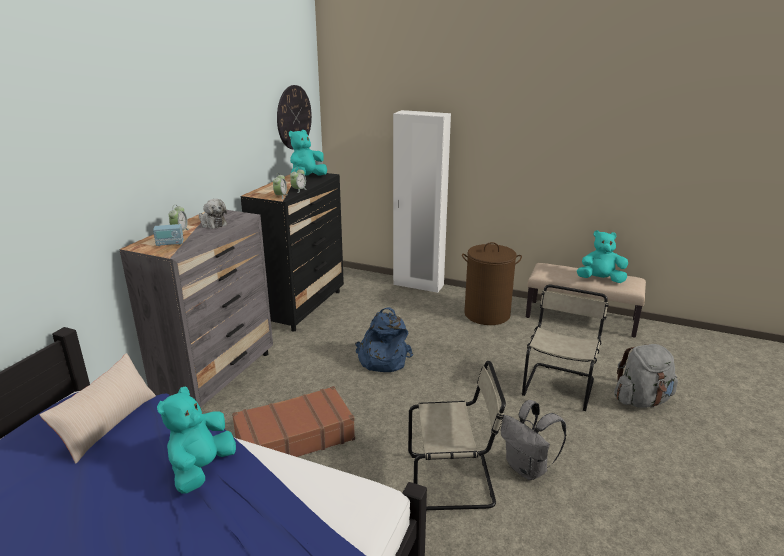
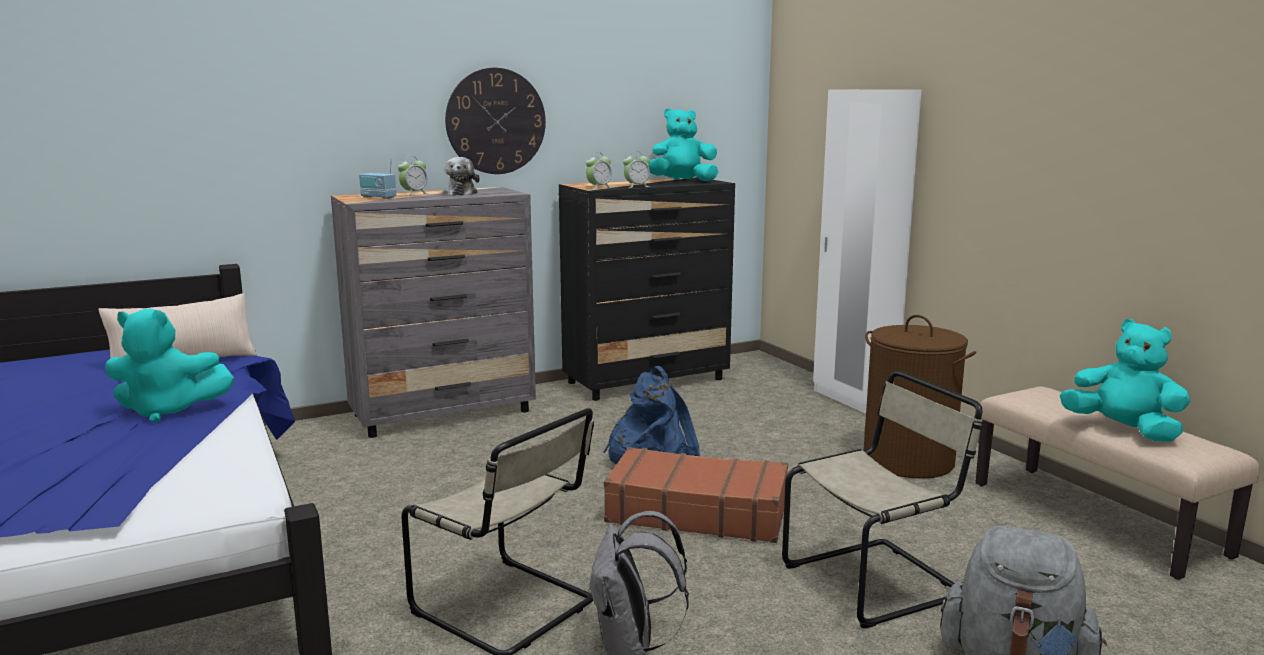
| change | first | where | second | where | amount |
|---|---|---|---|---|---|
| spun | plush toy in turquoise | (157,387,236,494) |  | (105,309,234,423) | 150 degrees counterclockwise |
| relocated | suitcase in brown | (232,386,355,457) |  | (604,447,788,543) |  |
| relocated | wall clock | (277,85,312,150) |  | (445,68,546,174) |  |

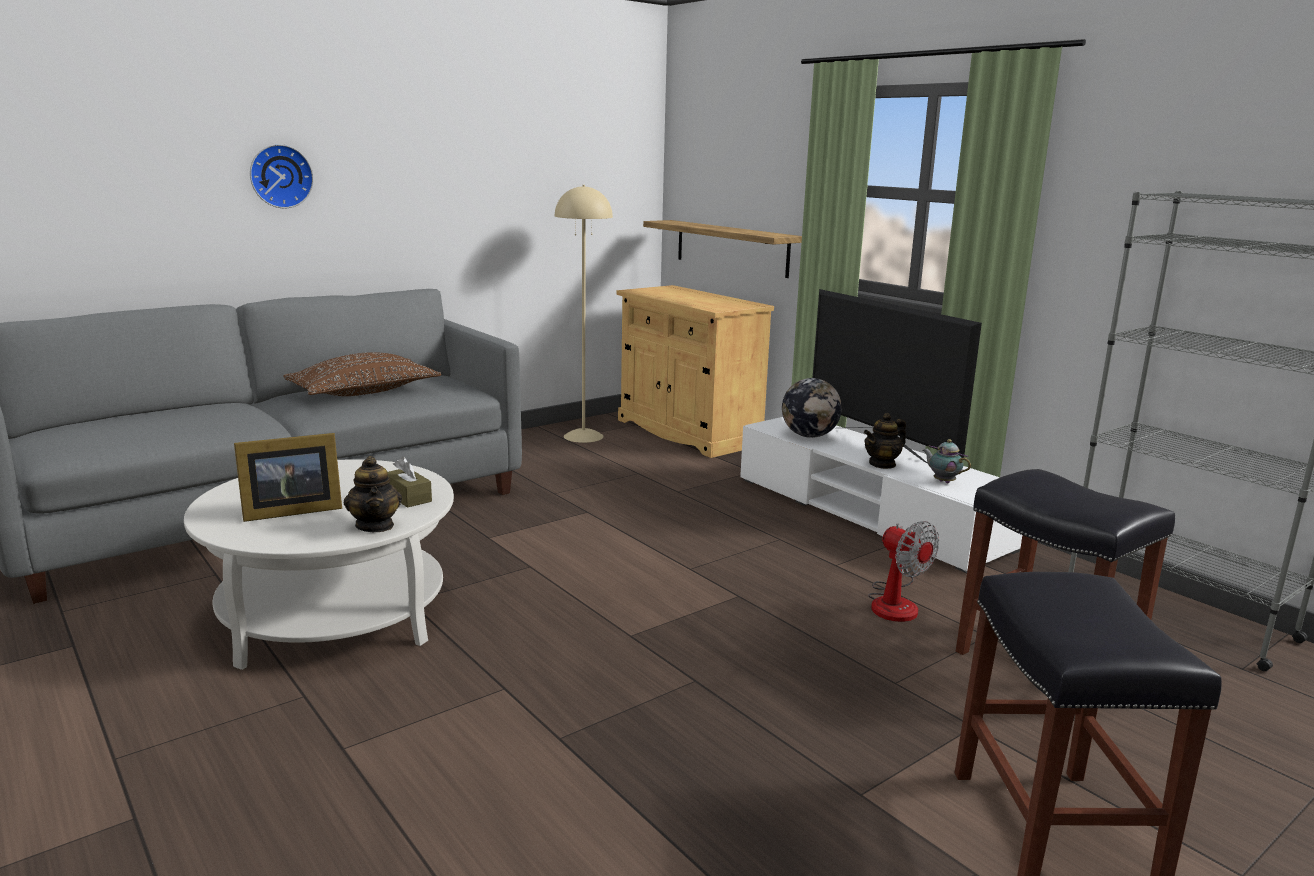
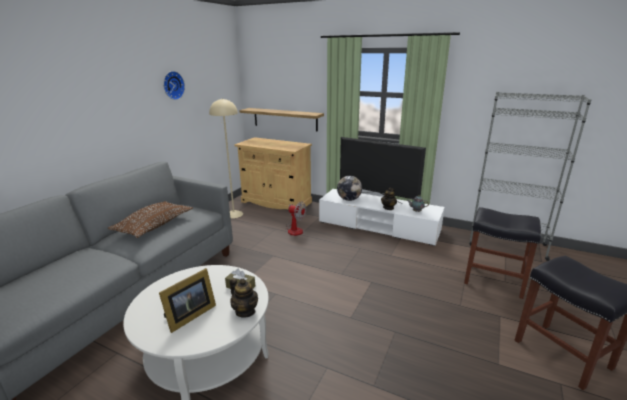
| change | first | where | second | where | amount |
|---|---|---|---|---|---|
| relocated | wall clock | (250,144,314,208) |  | (163,71,185,100) |  |
| relocated | fan | (868,521,939,622) |  | (286,202,306,236) |  |

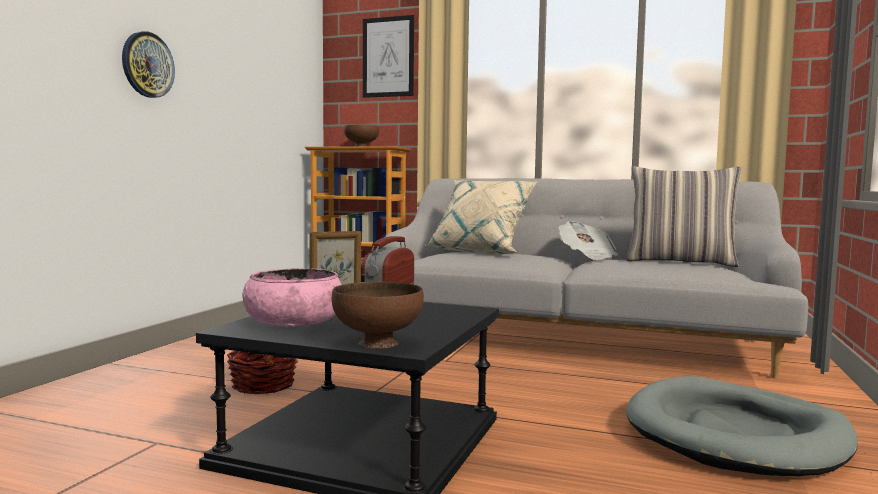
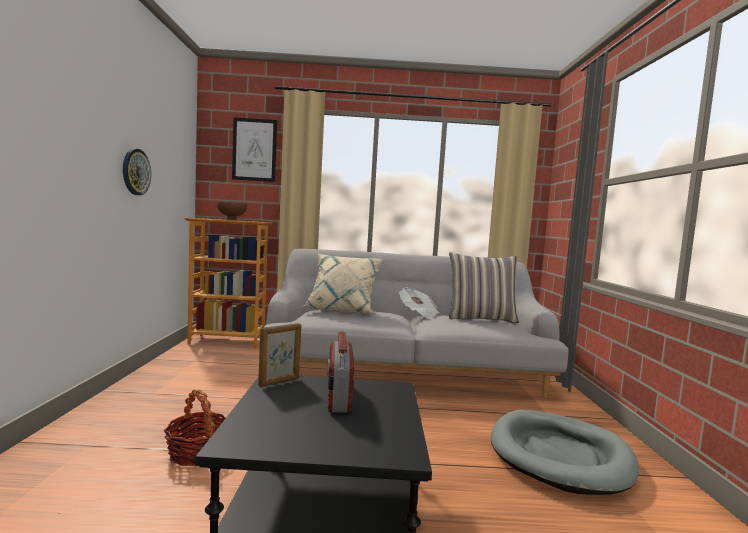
| change | first | where | second | where | amount |
|---|---|---|---|---|---|
| relocated | wall clock | (122,31,175,98) |  | (123,149,151,195) |  |
| missing | bowl in pink | (242,268,342,327) |  |  |  |
| missing | bowl in brown | (332,281,424,349) |  |  |  |

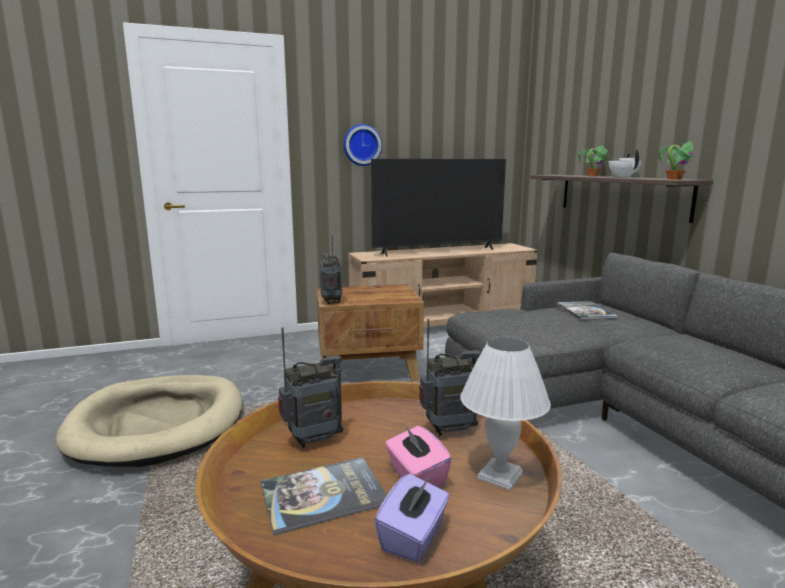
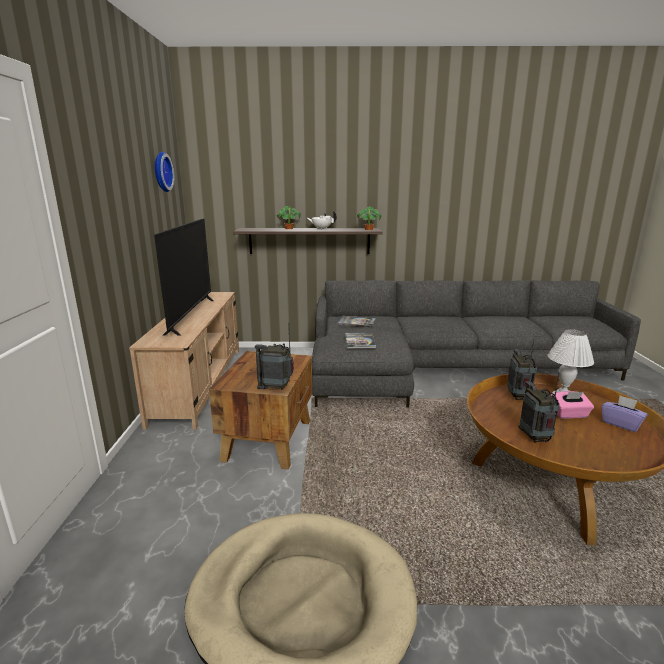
| change | first | where | second | where | amount |
|---|---|---|---|---|---|
| relocated | book | (261,457,387,536) |  | (345,333,376,349) |  |
| relocated | wall clock | (343,124,382,166) |  | (155,152,174,192) |  |

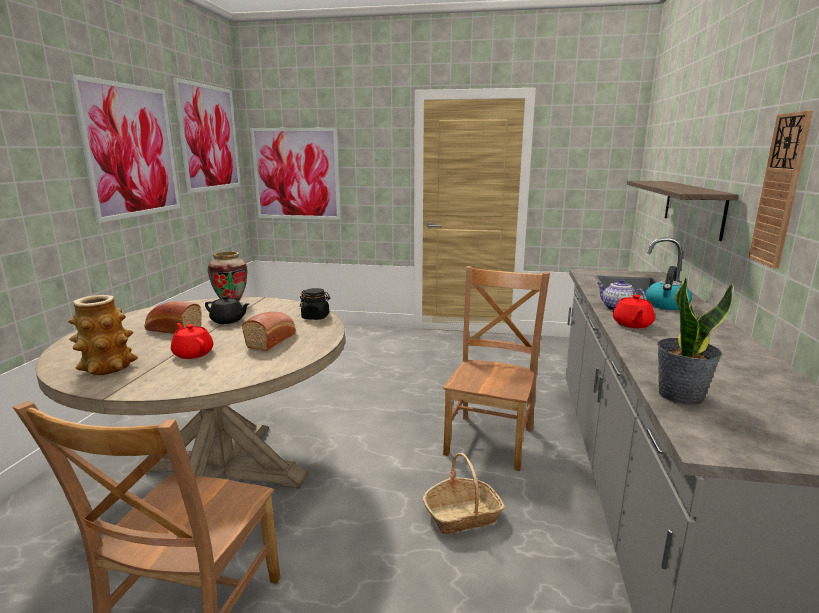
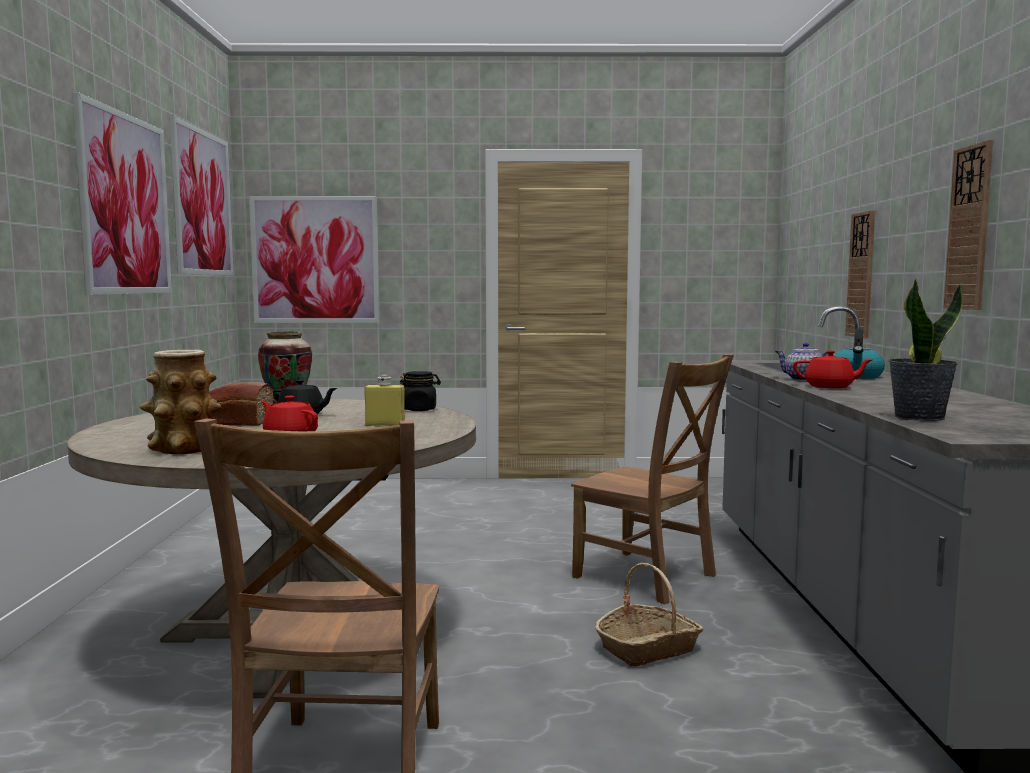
| change | first | where | second | where | amount |
|---|---|---|---|---|---|
| exchanged | bread | (242,312,296,351) | bottle in yellow | (364,375,405,426) |  |
| spun | chair in brown | (443,266,550,471) |  | (571,354,734,605) | 120 degrees clockwise |
| spun | teapot in red | (613,295,655,328) |  | (793,351,873,388) | 75 degrees counterclockwise |
| exchanged | shelf | (627,181,738,241) | wall clock | (845,210,875,338) |  |

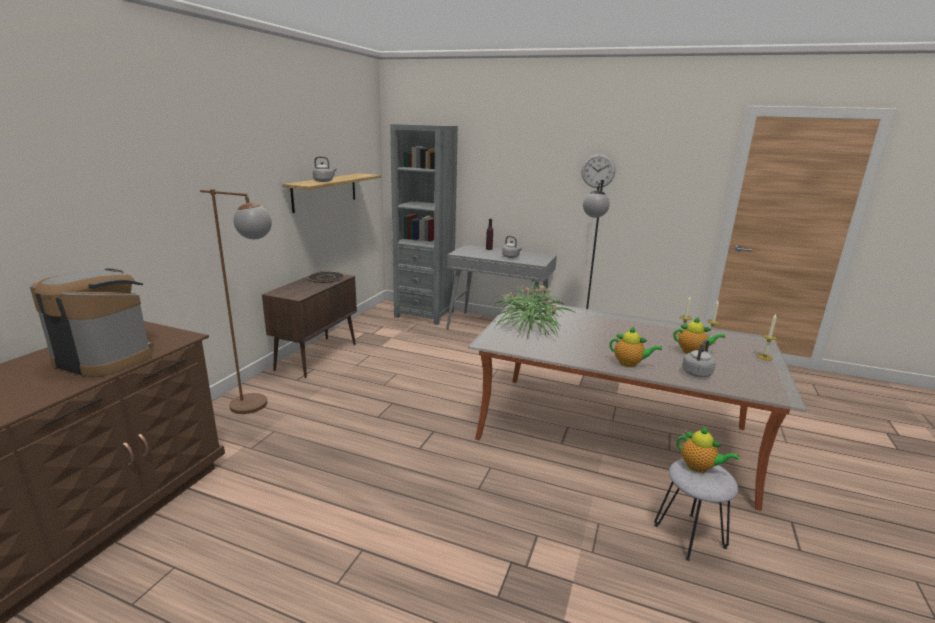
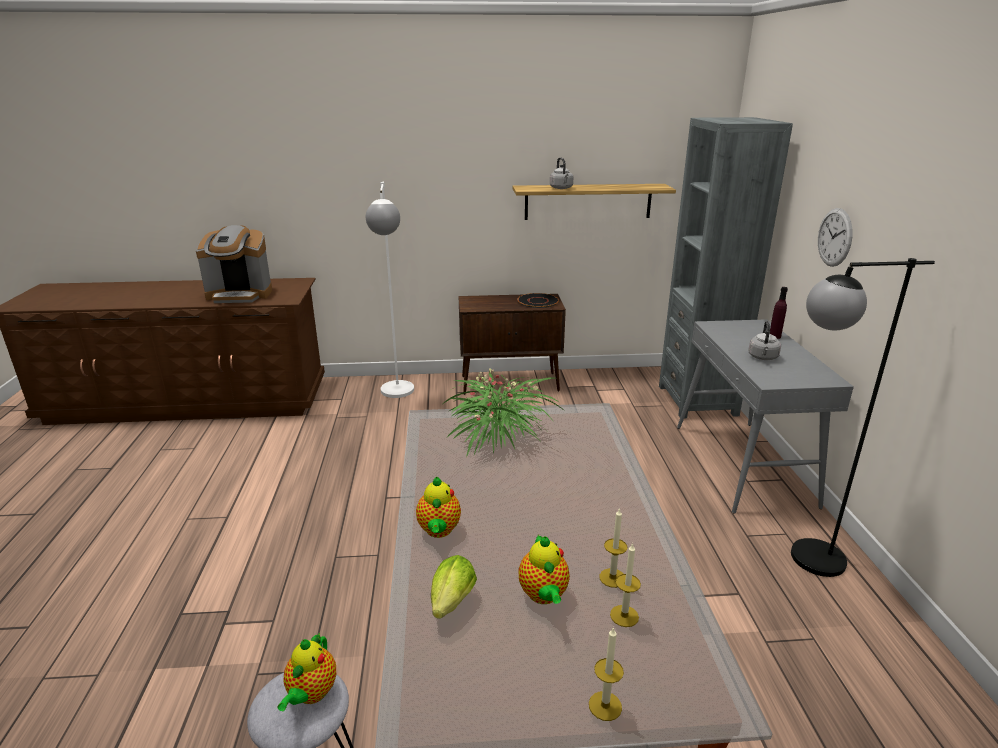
| change | first | where | second | where | amount |
|---|---|---|---|---|---|
| spun | coffee machine | (30,268,154,377) |  | (196,225,272,303) | 90 degrees clockwise |
| colour | floor lamp in brown | (200,189,272,414) | floor lamp in white | (366,182,414,398) |  |
| relocated | wall clock | (582,154,615,188) |  | (818,208,852,267) |  |
| exchanged | kettle in grey | (682,340,716,378) | lettuce | (431,555,477,619) |  |

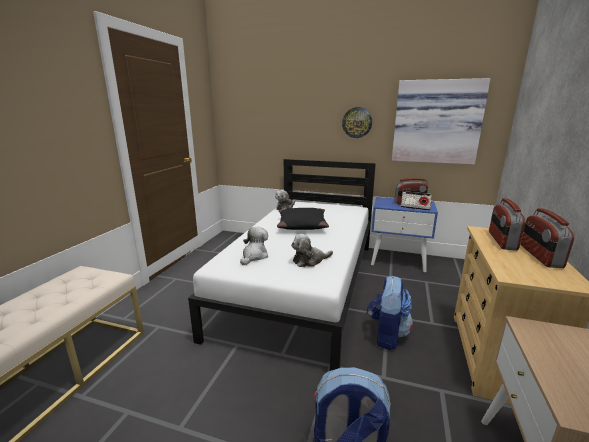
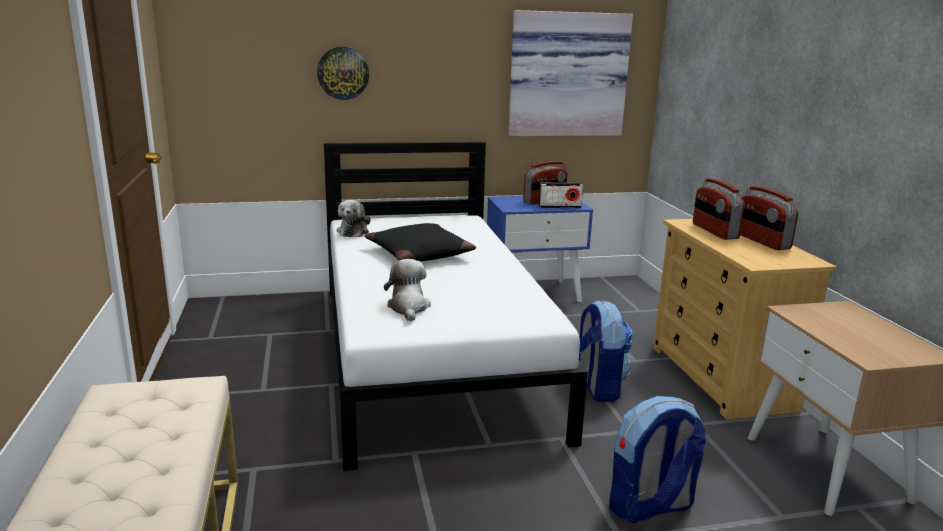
| change | first | where | second | where | amount |
|---|---|---|---|---|---|
| missing | plush toy | (291,234,333,267) |  |  |  |
| relocated | wall clock | (342,107,372,138) |  | (317,47,369,100) |  |

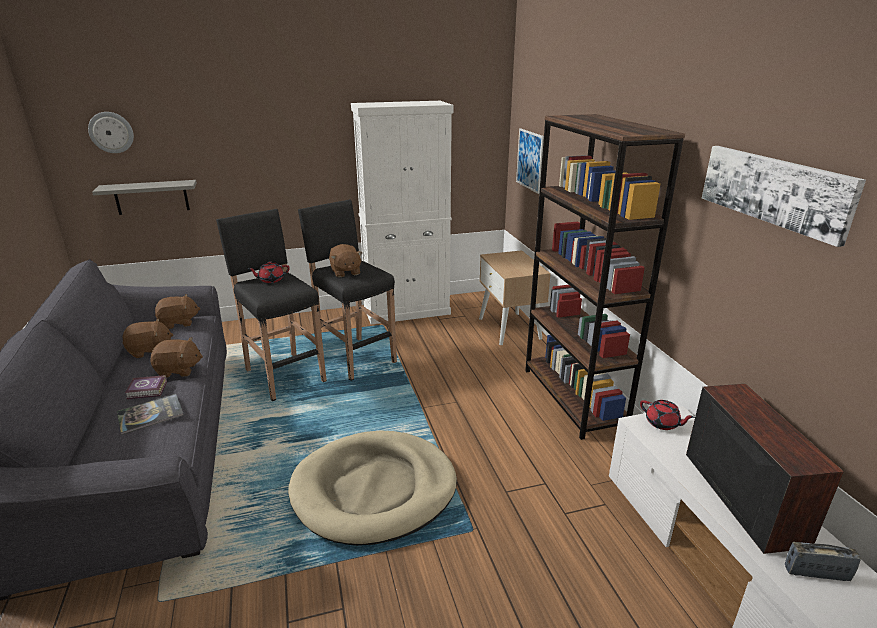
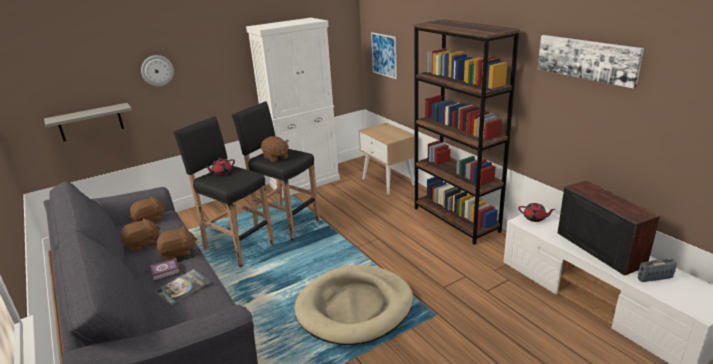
| change | first | where | second | where | amount |
|---|---|---|---|---|---|
| relocated | wall clock | (88,112,134,153) |  | (141,55,174,86) |  |

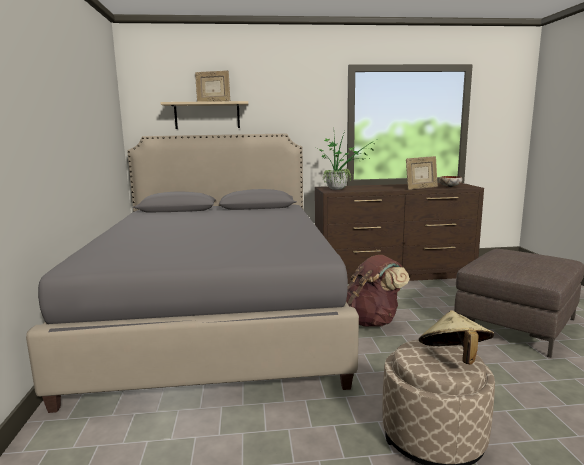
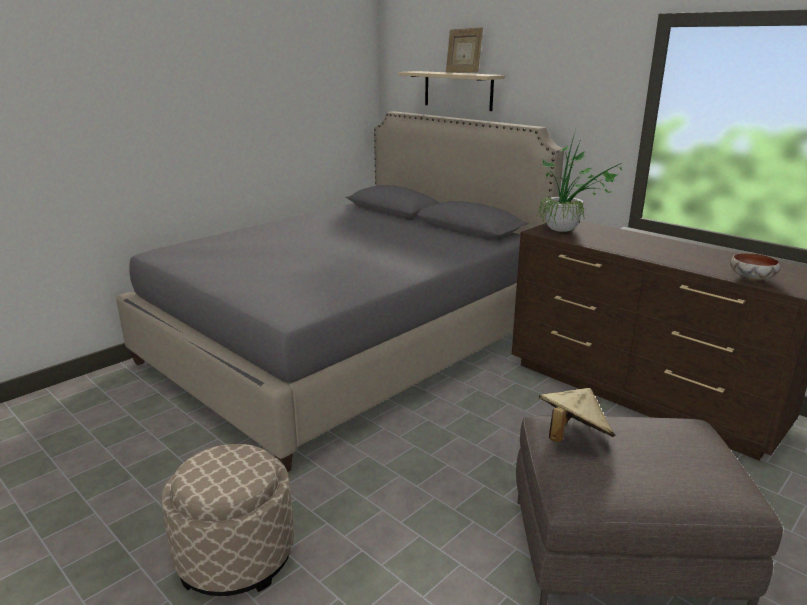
| change | first | where | second | where | amount |
|---|---|---|---|---|---|
| missing | backpack in brown | (346,255,410,327) |  |  |  |
| missing | picture frame | (406,156,438,190) |  |  |  |
| relocated | hat in beige | (419,310,494,365) |  | (539,388,615,442) |  |

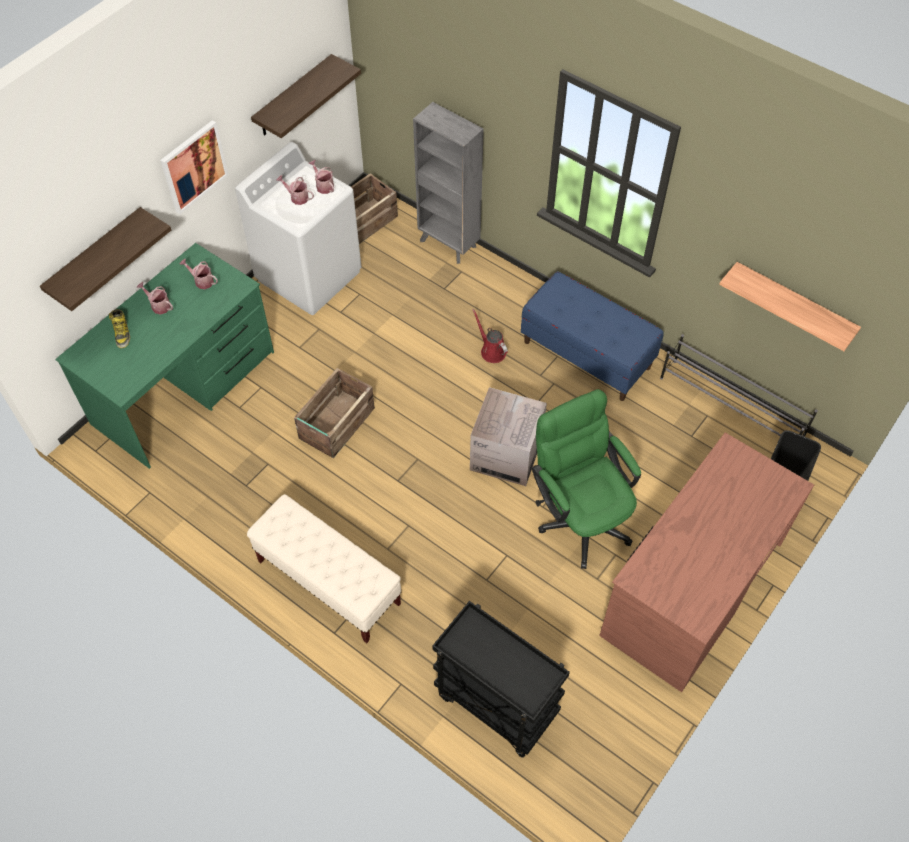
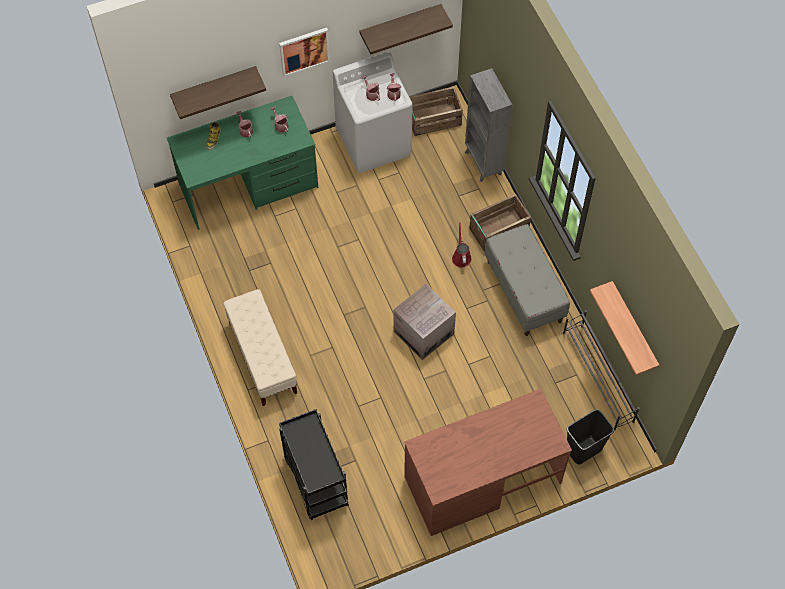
| change | first | where | second | where | amount |
|---|---|---|---|---|---|
| relocated | crate | (294,368,375,458) |  | (469,194,531,252) |  |
| colour | bench in blue | (521,272,664,401) | bench in grey | (485,224,570,336) |  |
| missing | office chair in green | (532,389,641,569) |  |  |  |

